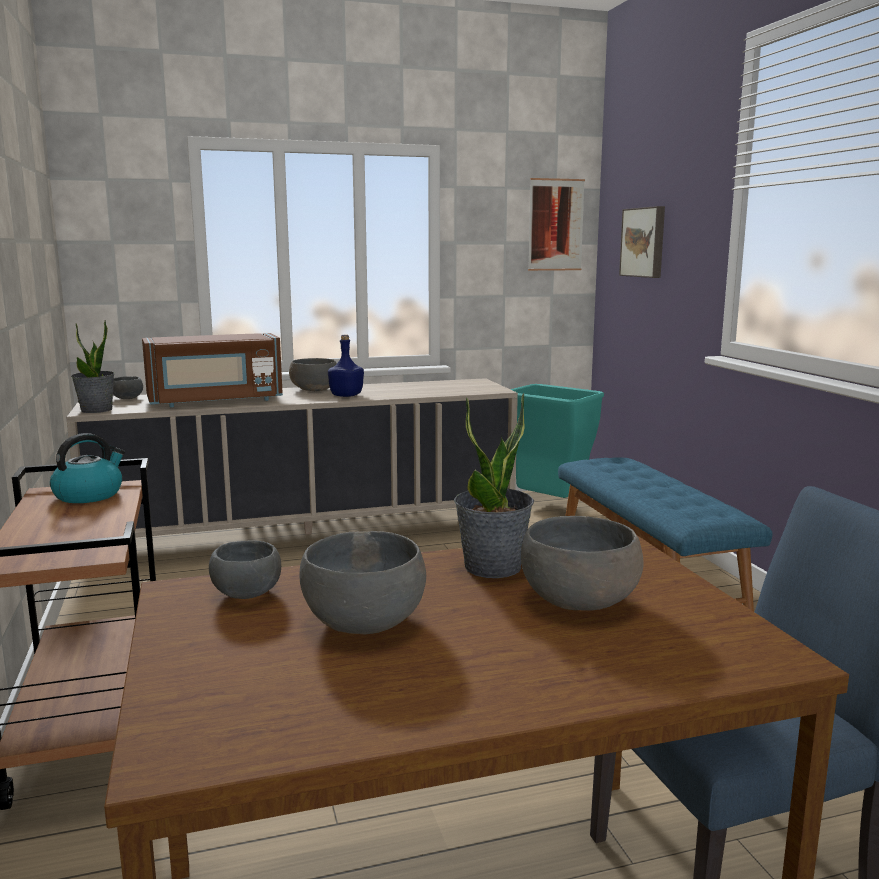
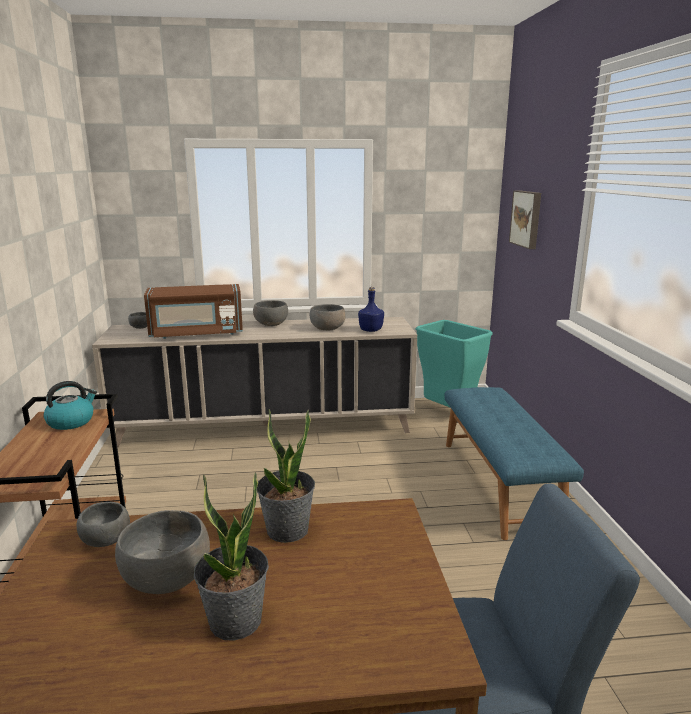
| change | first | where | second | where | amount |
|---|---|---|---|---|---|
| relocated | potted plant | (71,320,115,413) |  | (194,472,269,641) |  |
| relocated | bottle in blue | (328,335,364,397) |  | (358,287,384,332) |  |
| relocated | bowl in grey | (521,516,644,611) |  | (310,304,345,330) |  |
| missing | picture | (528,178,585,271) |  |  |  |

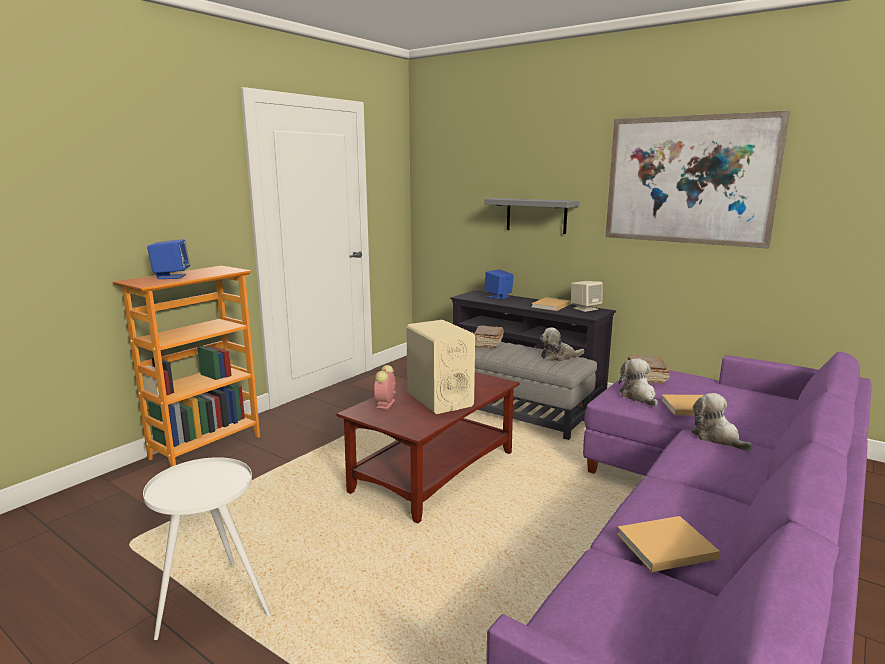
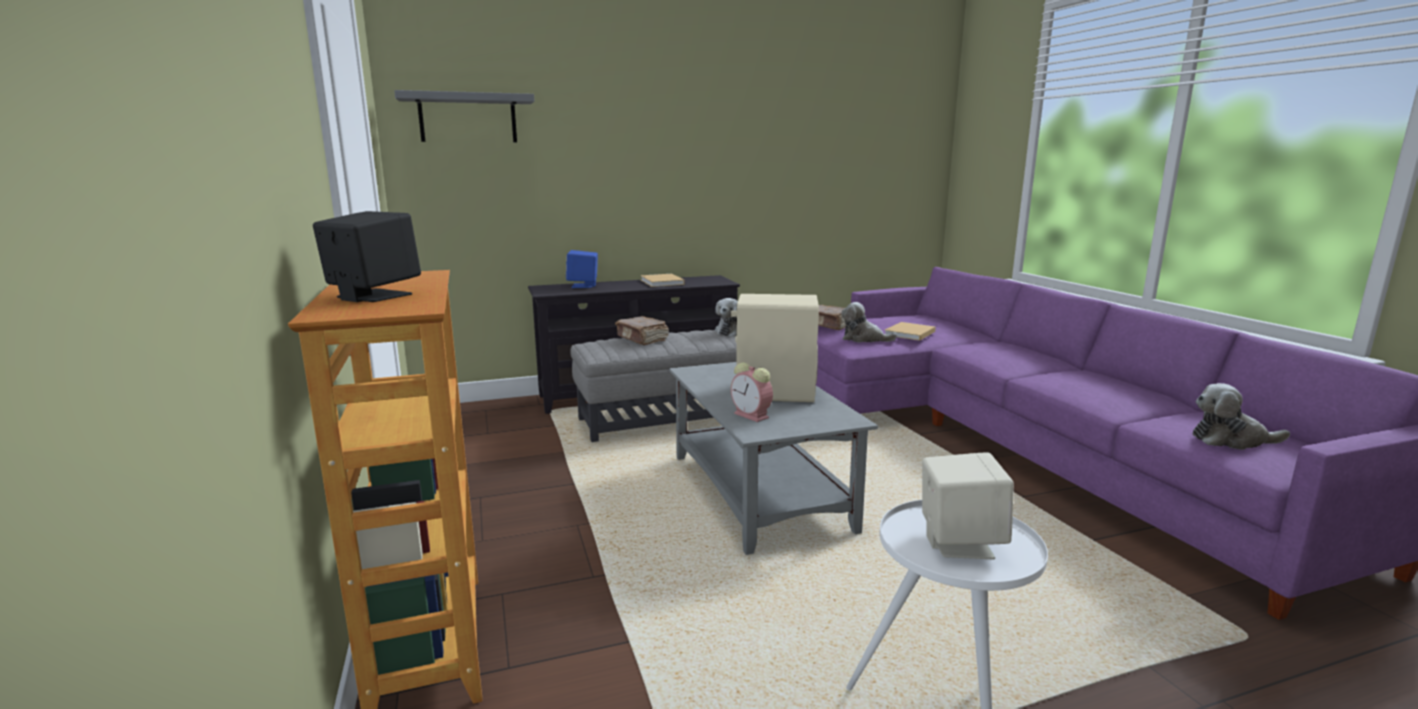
| change | first | where | second | where | amount |
|---|---|---|---|---|---|
| colour | speaker in blue | (147,239,190,279) | speaker in black | (313,211,421,302) |  |
| colour | coffee table in brown | (337,372,520,524) | coffee table in grey | (669,362,878,555) |  |
| relocated | shelf in grey | (484,198,580,234) |  | (394,90,534,142) |  |
| relocated | speaker in beige | (571,281,603,312) |  | (922,452,1014,559) |  |
| missing | picture | (606,111,790,249) |  |  |  |
| missing | book in beige | (617,516,720,572) |  |  |  |
| relocated | plush toy | (691,393,753,451) |  | (1193,383,1290,450) |  |

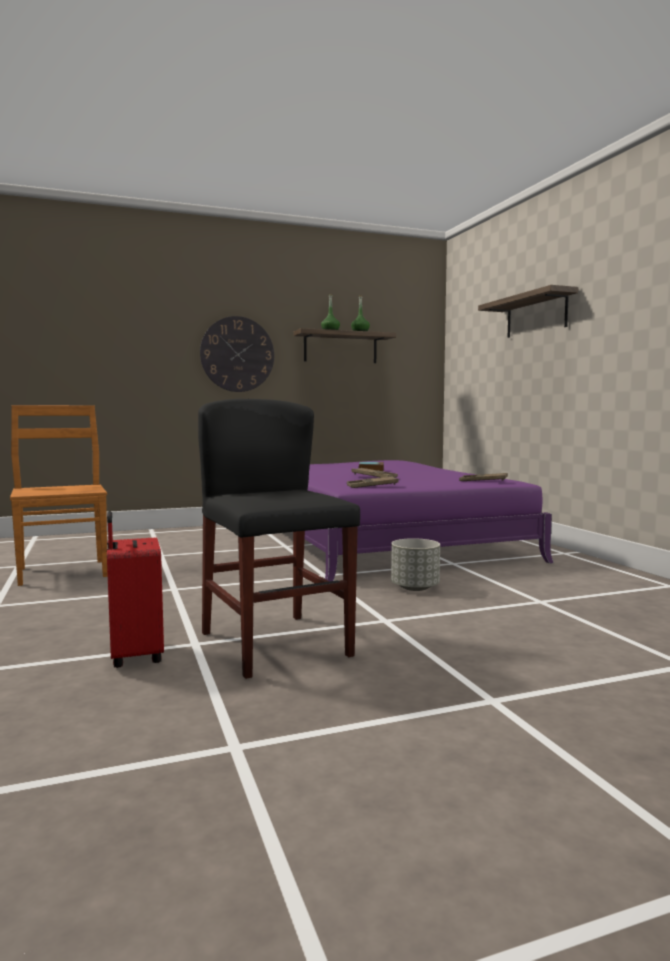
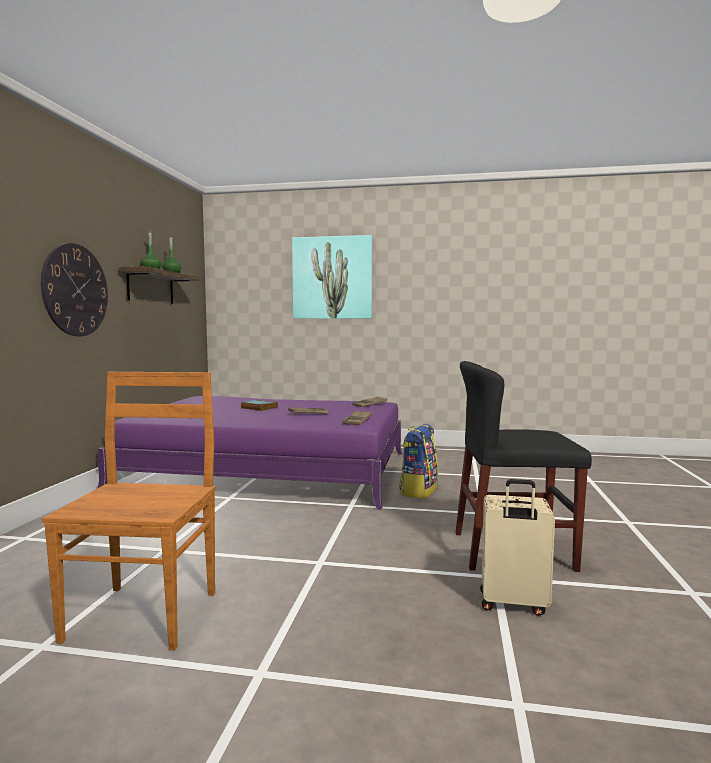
| change | first | where | second | where | amount |
|---|---|---|---|---|---|
| spun | chair in brown | (10,405,108,586) |  | (42,372,216,650) | 90 degrees clockwise |
| colour | suitcase in red | (107,511,164,668) | suitcase in beige | (480,479,555,616) |  |
| exchanged | planter in grey | (391,538,440,591) | backpack | (399,424,439,499) |  |
| exchanged | shelf | (478,285,578,338) | picture | (292,235,372,319) |  |

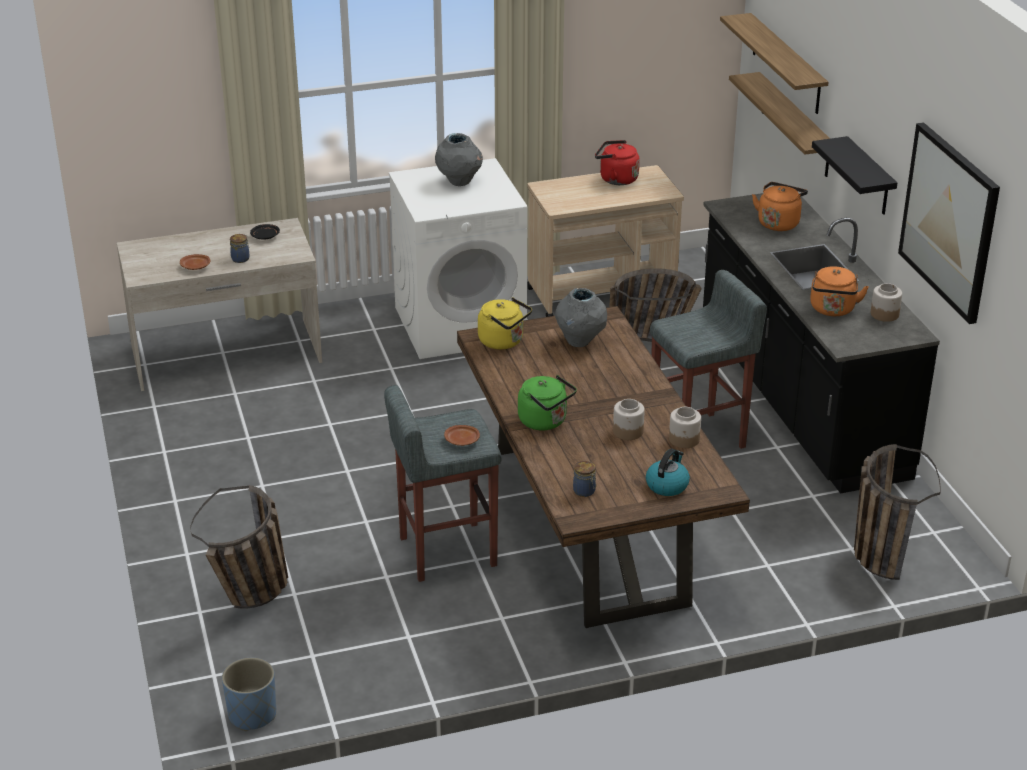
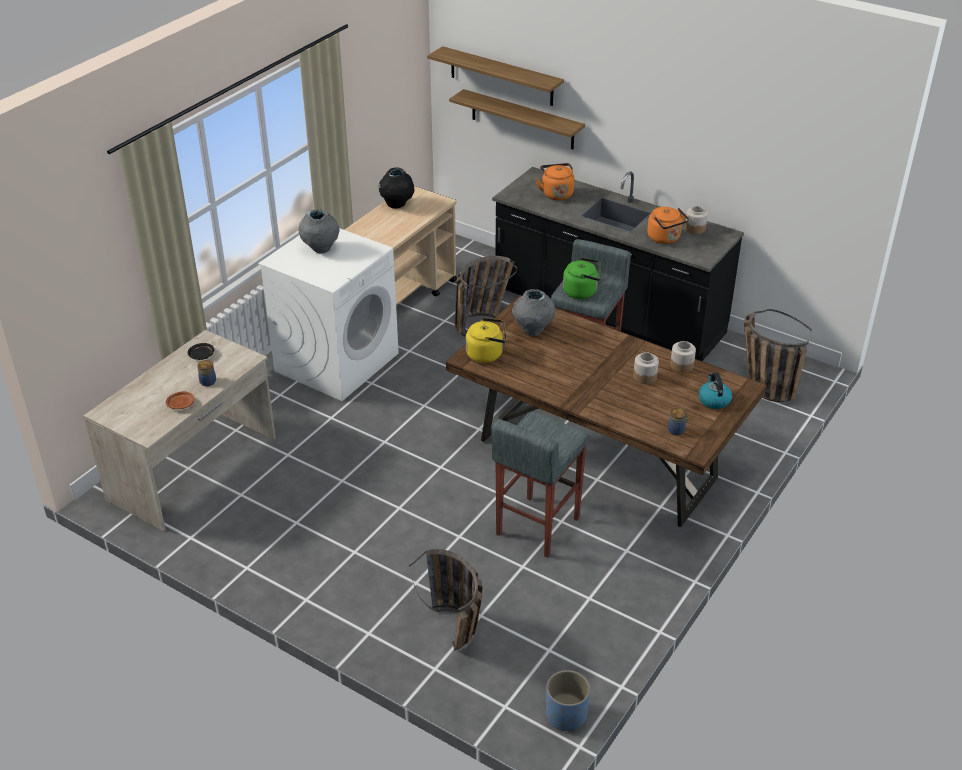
| change | first | where | second | where | amount |
|---|---|---|---|---|---|
| missing | plate in brown | (444,425,480,446) |  |  |  |
| relocated | kettle in green | (518,375,577,431) |  | (563,257,601,299) |  |
| exchanged | kettle in red | (595,140,640,185) | vase in black | (379,167,415,209) |  |
| missing | shelf in black | (812,136,897,215) |  |  |  |
| missing | picture | (898,122,1000,324) |  |  |  |

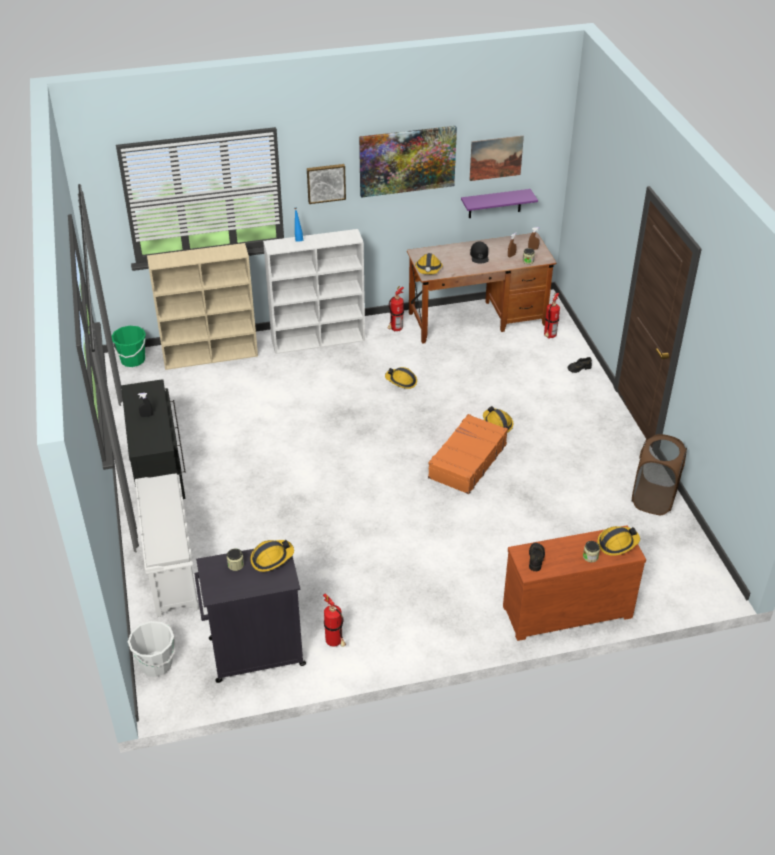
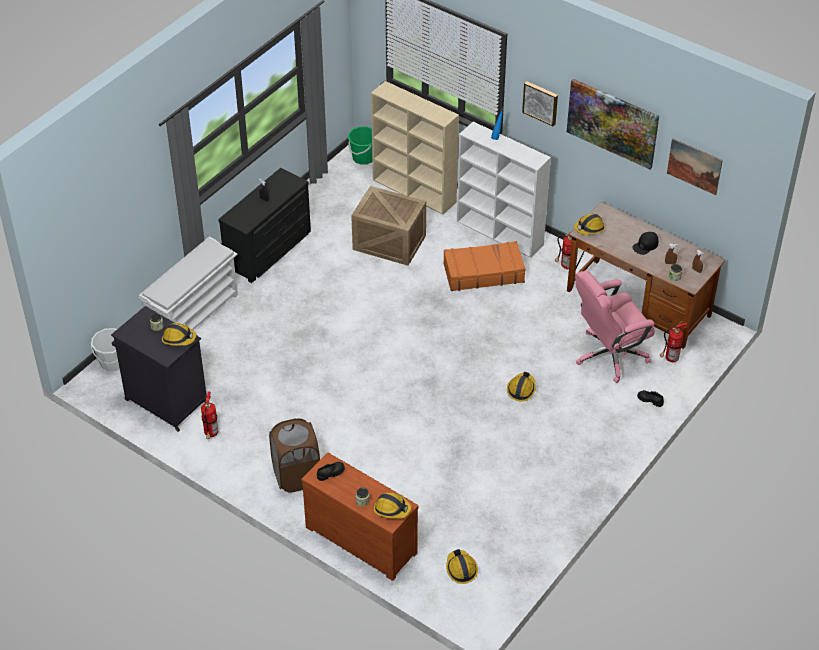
| change | first | where | second | where | amount |
|---|---|---|---|---|---|
| relocated | hard hat | (385,367,417,389) |  | (446,549,478,584) |  |
| relocated | suitcase in orange | (428,414,508,494) |  | (443,241,526,291) |  |
| missing | shelf in purple | (461,189,538,218) |  |  |  |
| relocated | laundry basket in brown | (632,434,687,515) |  | (269,418,320,493) |  |
| appeared |  |  | crate | (351,186,426,266) |  |
| appeared |  |  | office chair in pink | (575,270,655,383) |  |

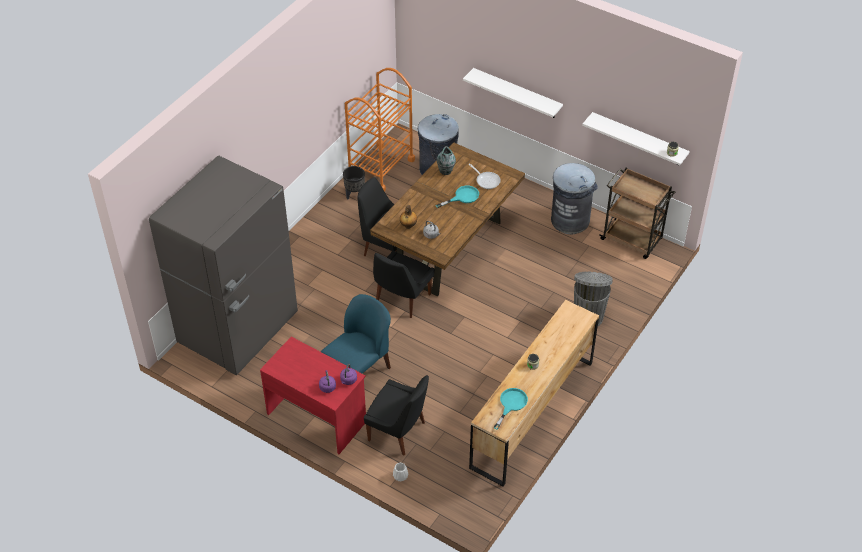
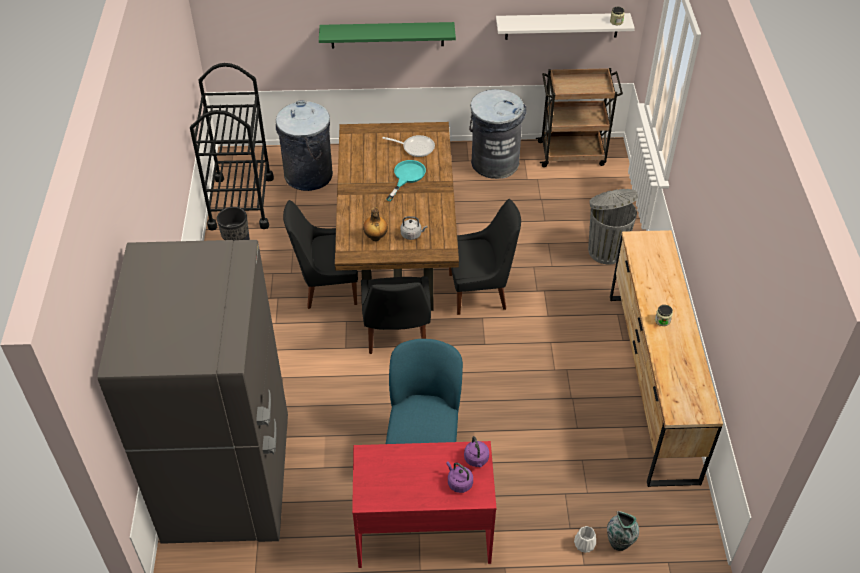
| change | first | where | second | where | amount |
|---|---|---|---|---|---|
| colour | cart in orange | (345,68,415,192) | cart in black | (190,63,274,231) |  |
| relocated | chair in black | (364,375,429,456) |  | (449,199,521,315) |  |
| relocated | vase | (436,146,456,175) |  | (607,511,639,551) |  |
| colour | shelf in white | (463,68,563,118) | shelf in green | (319,22,456,49) |  |
| missing | frying pan in turquoise | (493,388,528,430) |  |  |  |

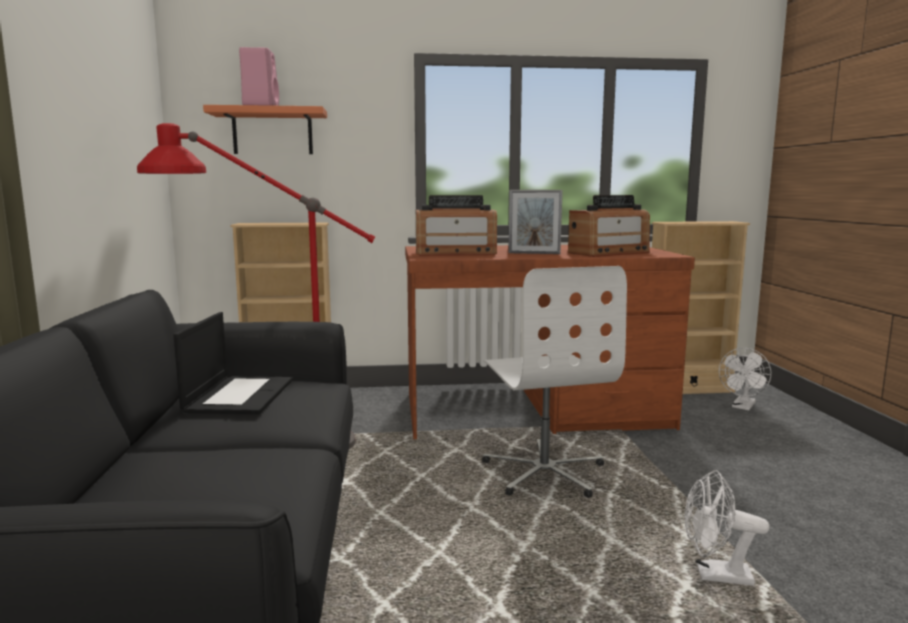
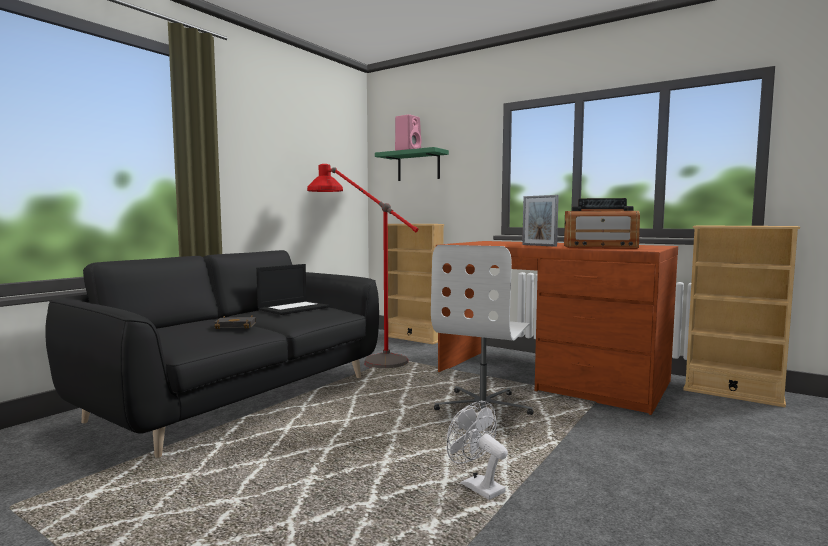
| change | first | where | second | where | amount |
|---|---|---|---|---|---|
| colour | shelf in orange | (203,105,327,154) | shelf in green | (375,147,449,181) |  |
| missing | radio | (416,195,497,256) |  |  |  |
| missing | fan in white | (719,348,771,410) |  |  |  |
| appeared |  |  | book in black | (214,315,256,329) |  |

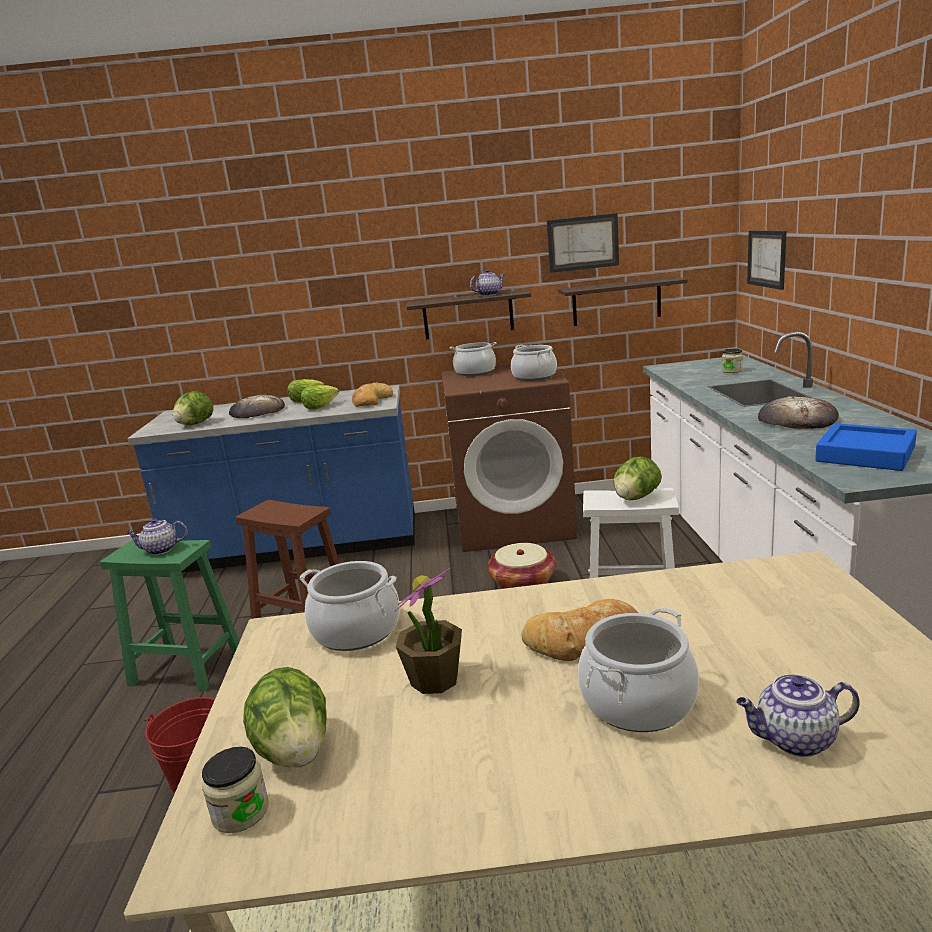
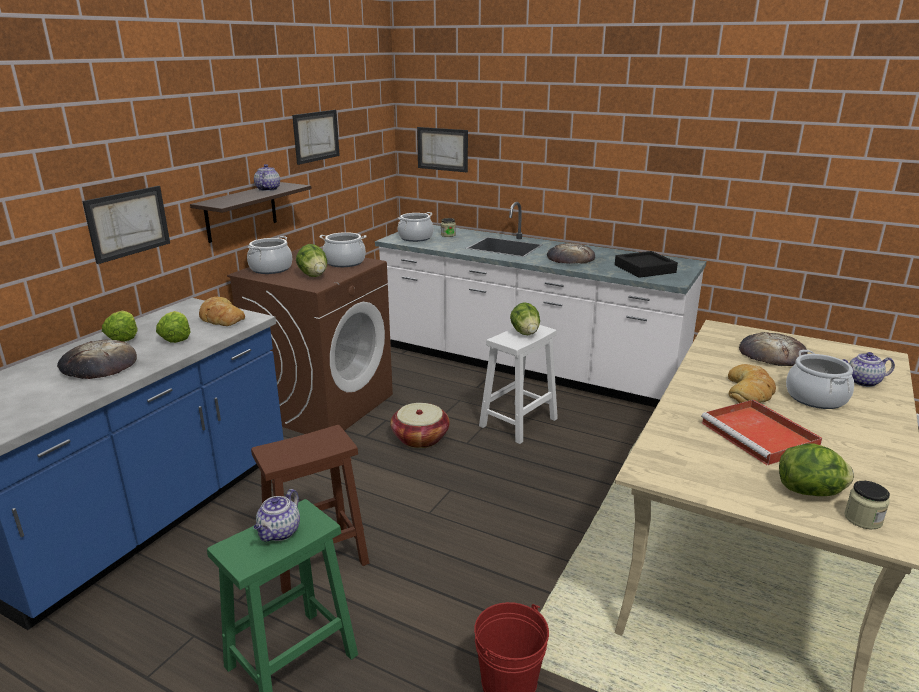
| change | first | where | second | where | amount |
|---|---|---|---|---|---|
| relocated | lettuce | (173,391,213,426) |  | (296,244,327,277) |  |
| relocated | cooking pot | (300,561,400,651) |  | (398,212,433,242) |  |
| exchanged | potted plant | (395,568,462,694) | tray in red | (701,400,822,465) |  |
| missing | shelf | (558,277,688,326) |  |  |  |
| spun | teapot | (736,674,860,757) |  | (843,352,895,387) | 60 degrees clockwise |
| colour | tray in blue | (815,423,917,471) | tray in black | (615,251,678,278) |  |
| appeared |  |  | picture | (82,186,170,264) |  |
| appeared |  |  | bread | (739,332,808,366) |  |

